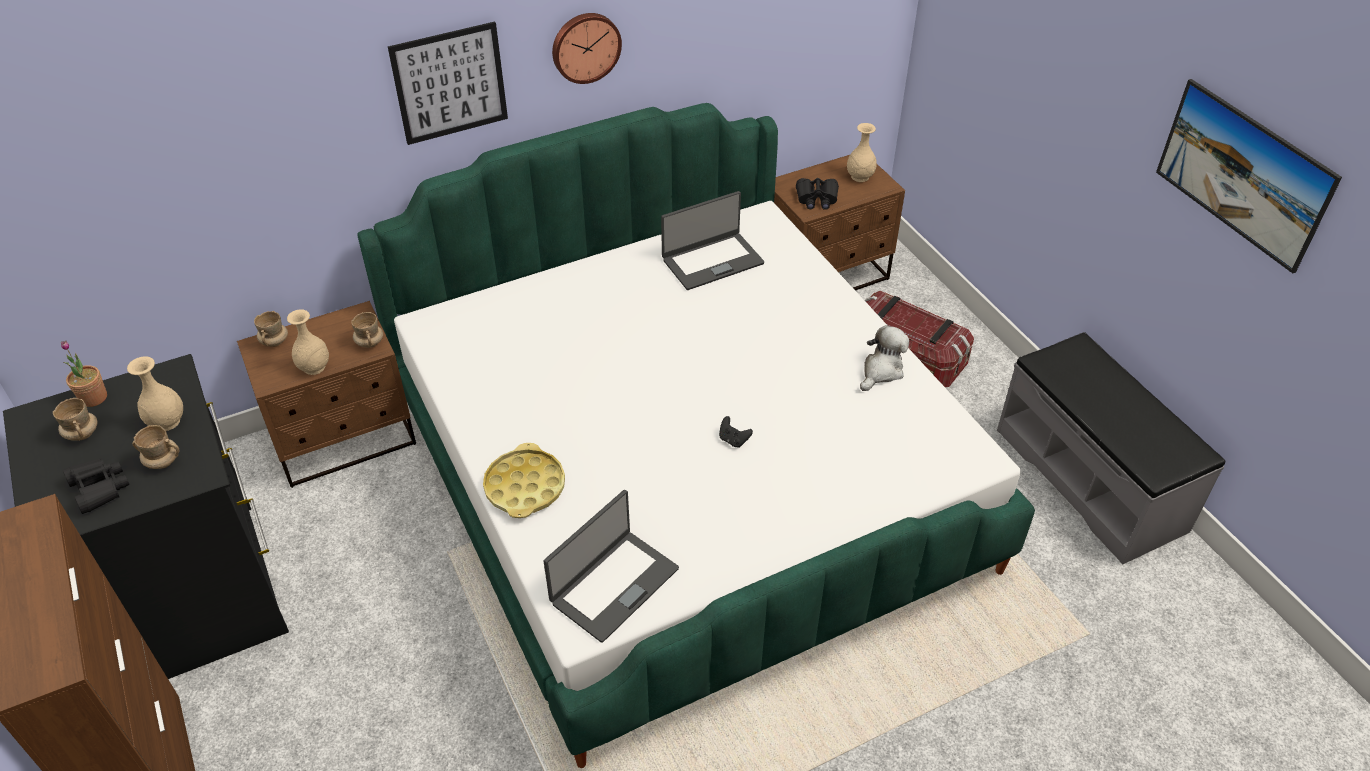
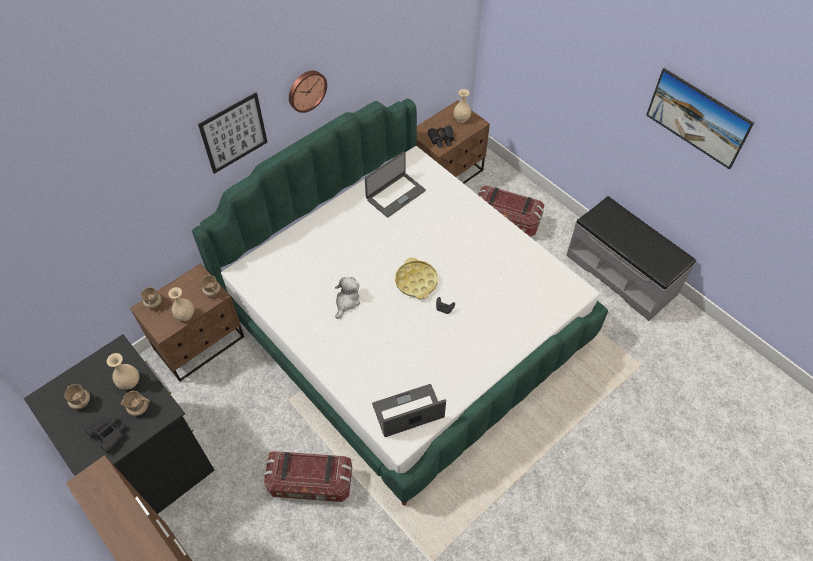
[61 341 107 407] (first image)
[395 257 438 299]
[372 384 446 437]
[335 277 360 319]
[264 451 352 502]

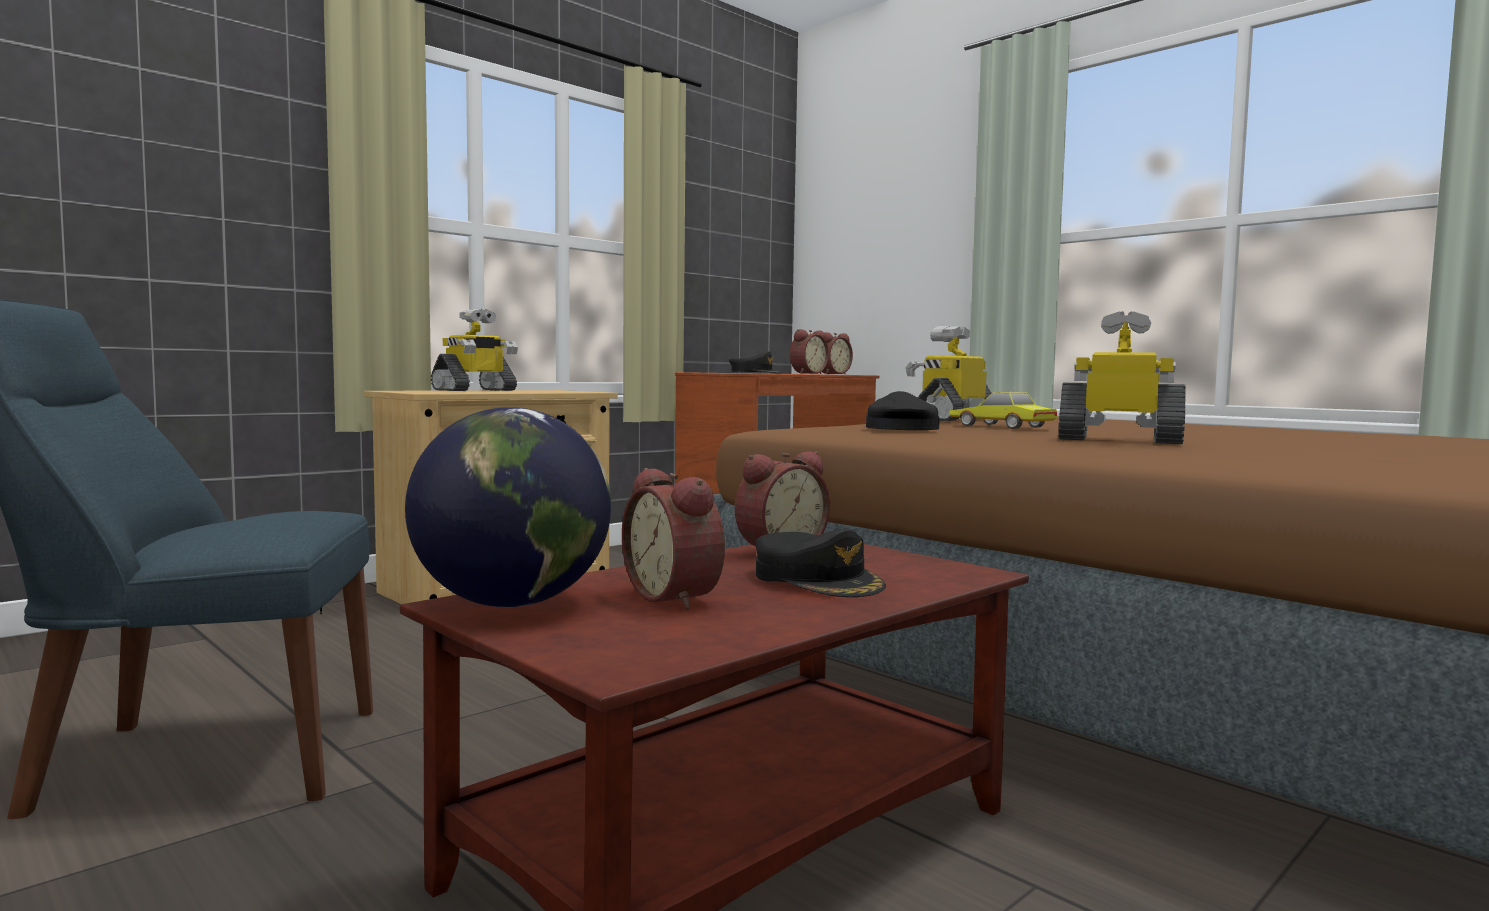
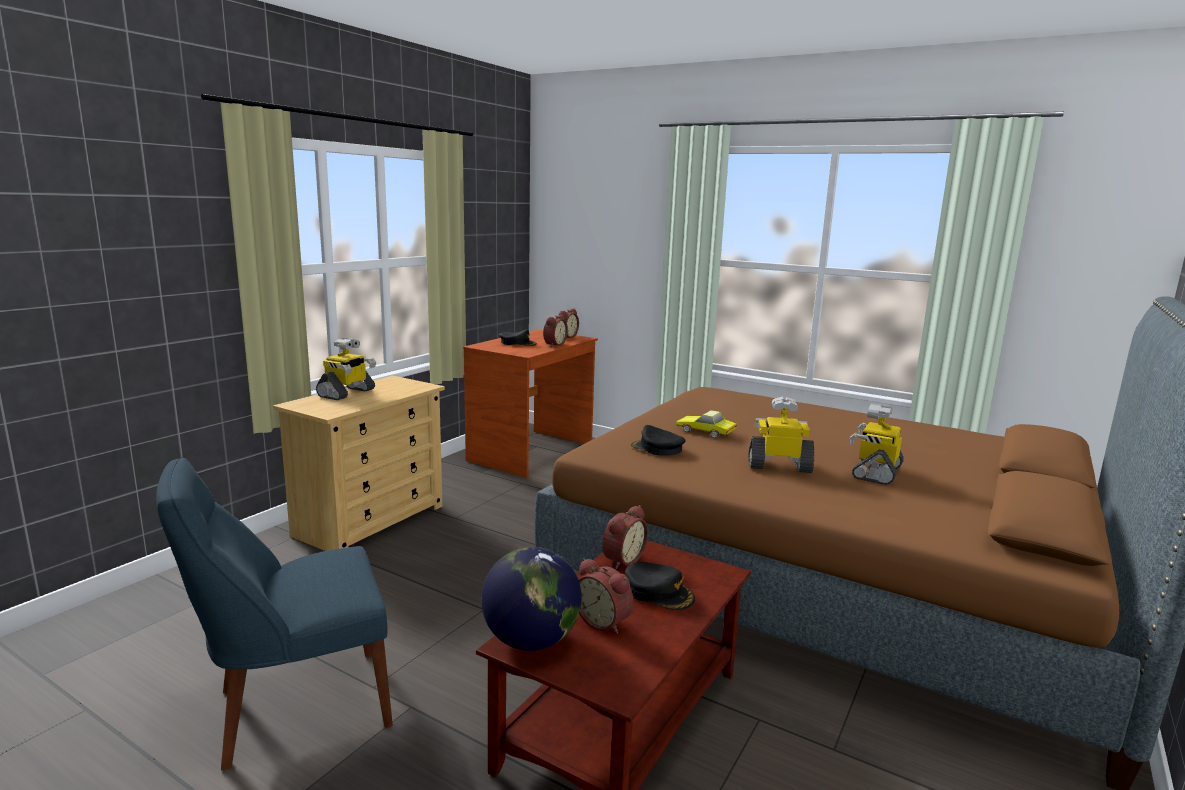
[631 425 686 456]
[849 404 904 485]

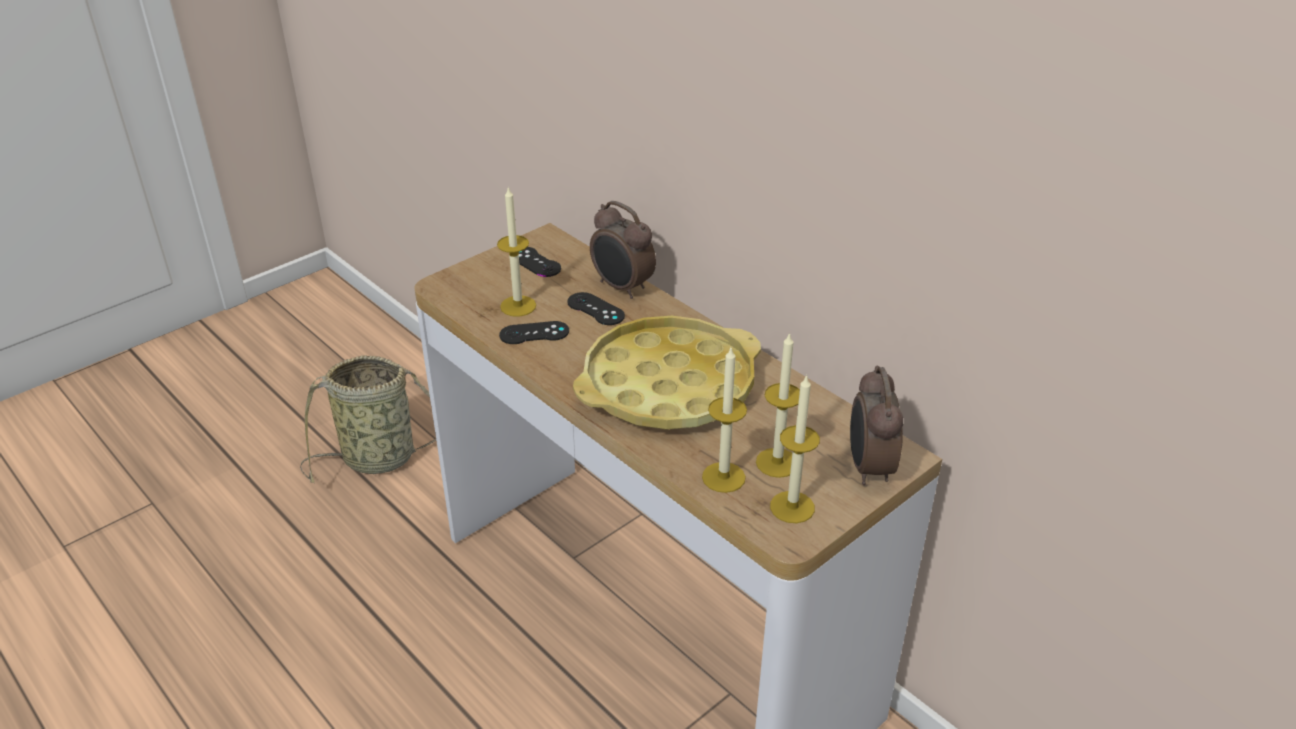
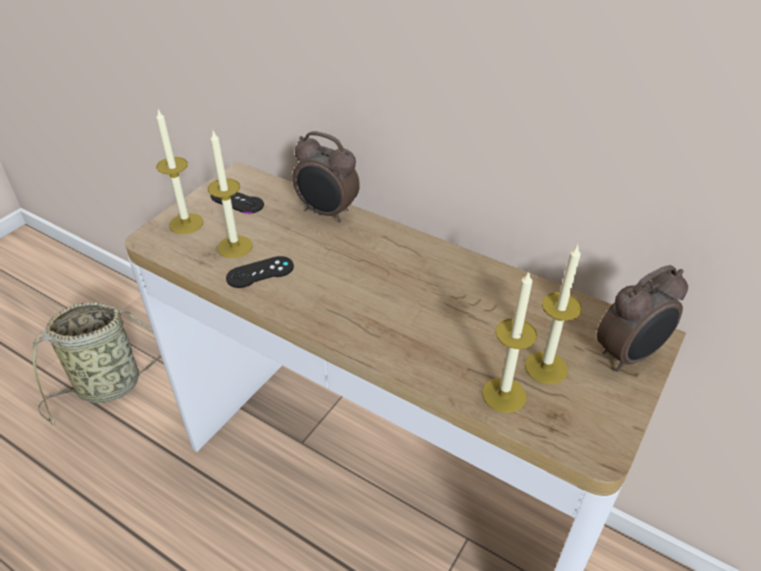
[567 292 625 325] (first image)
[573 316 761 430] (first image)
[156 109 203 234]
[597 265 688 372]

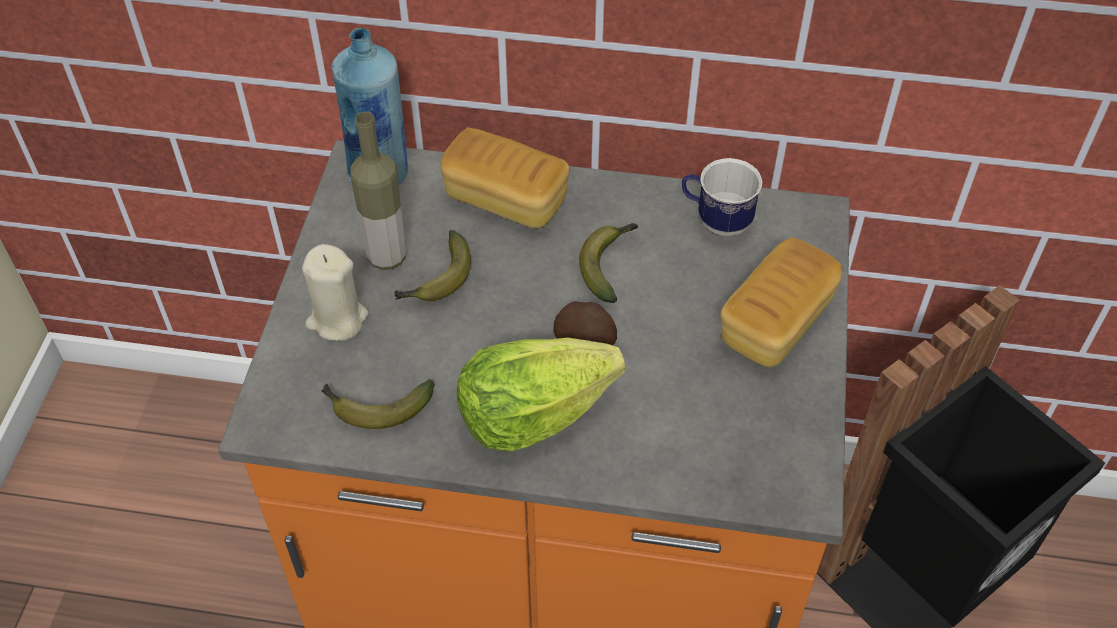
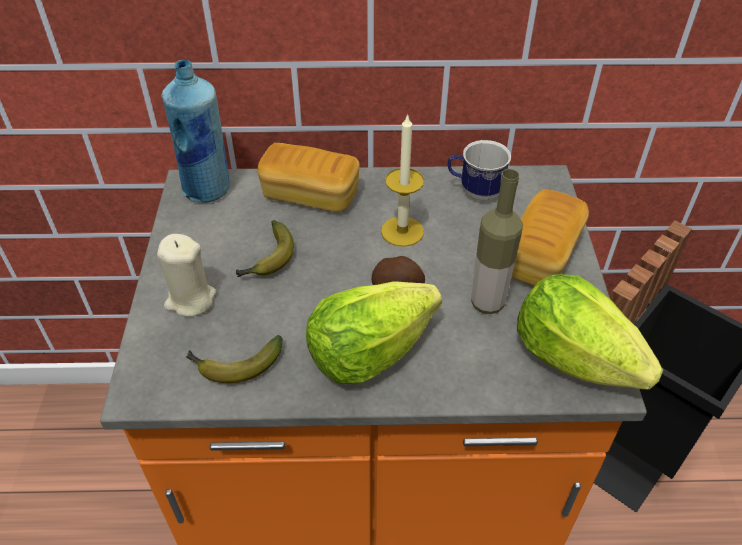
[471 169 523 314]
[381 114 424 247]
[517 274 663 390]

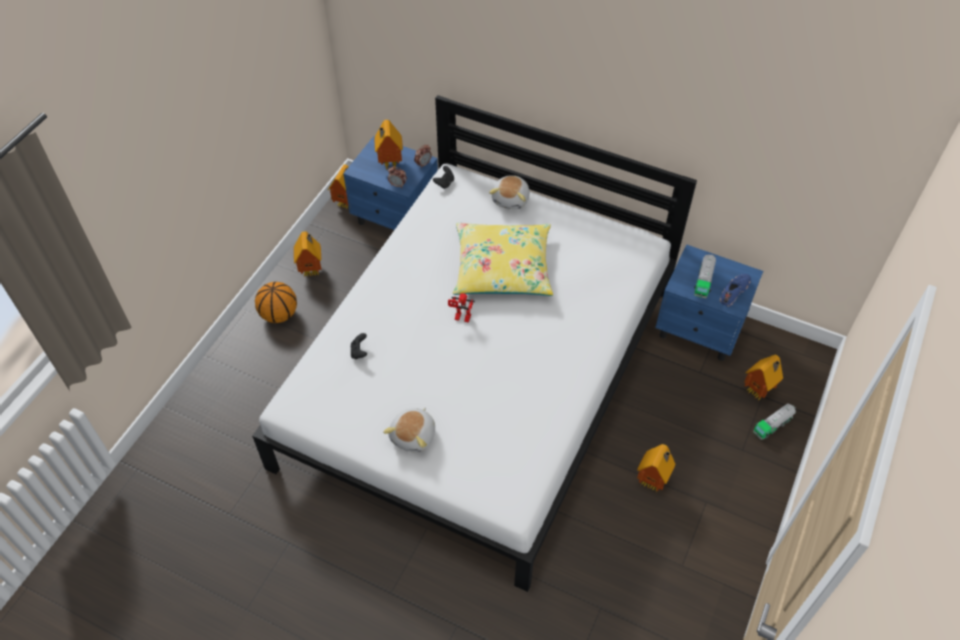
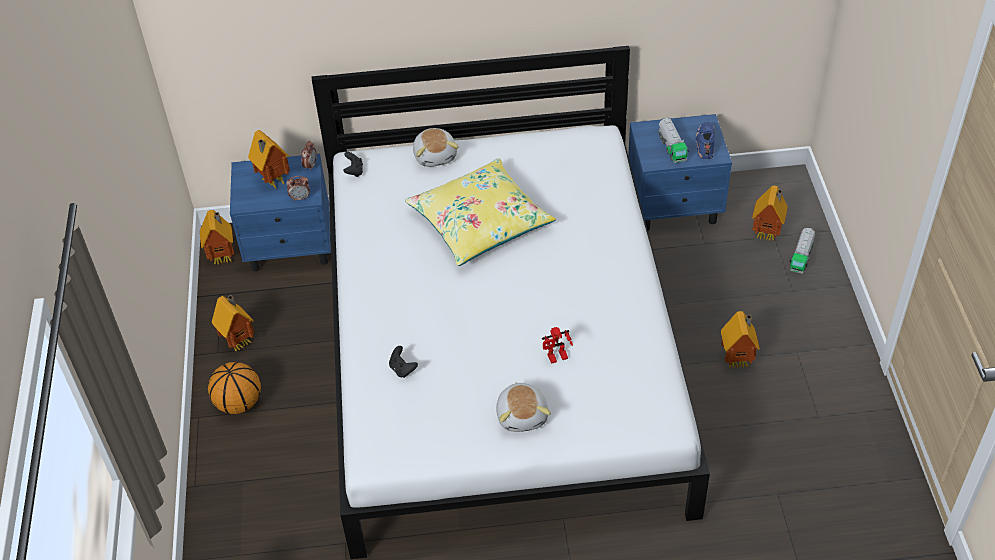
[542 327 573 364]

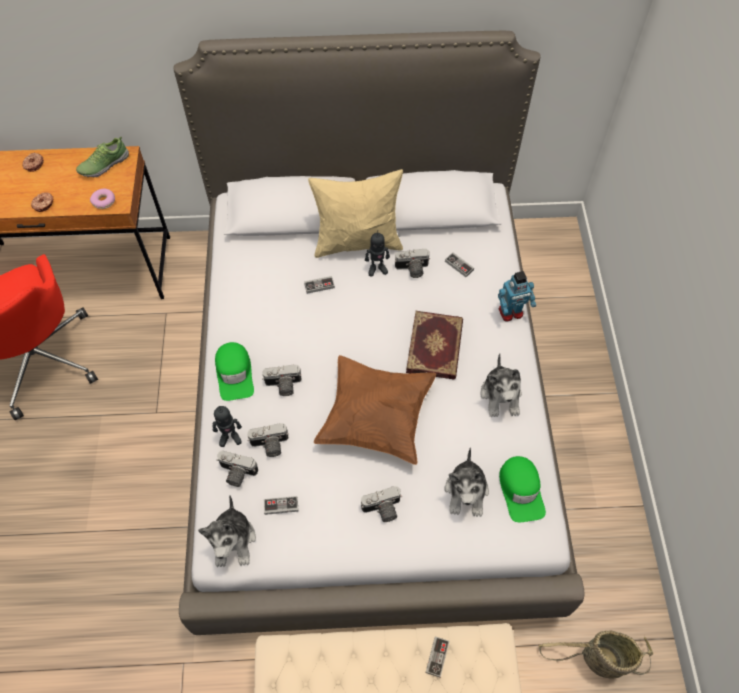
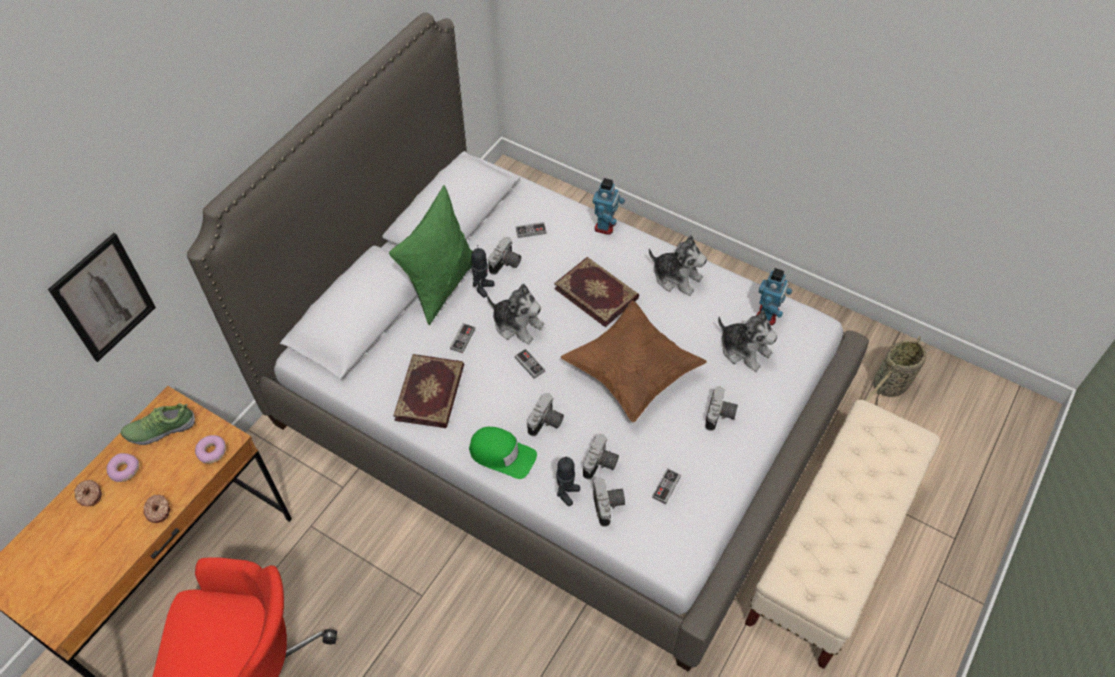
[121 403 195 445]
[487 284 544 345]
[593 478 625 527]
[389 185 472 325]
[515 349 545 379]
[756 268 792 326]
[48 233 156 362]
[107 453 139 482]
[393 354 464 428]

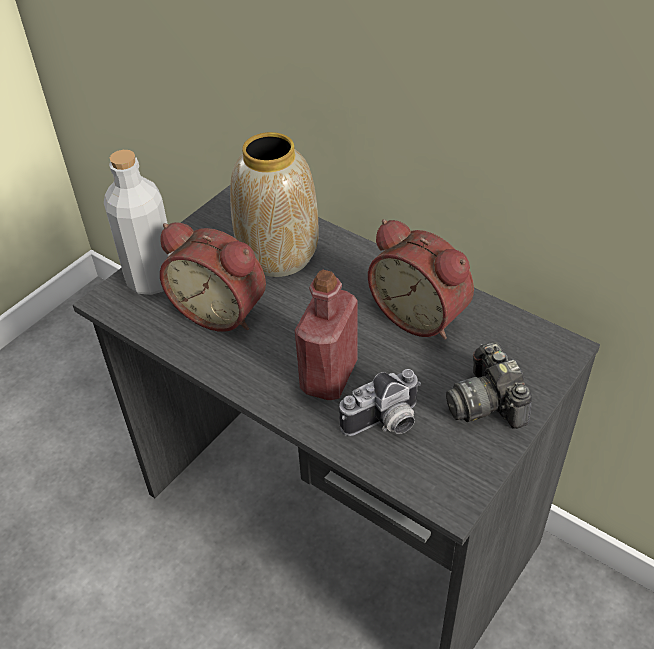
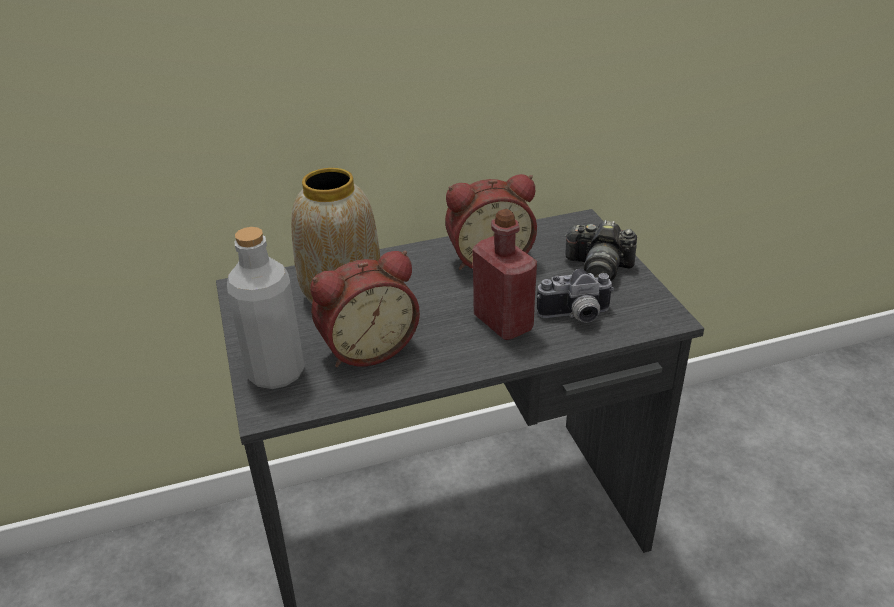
[537 269 614 323]

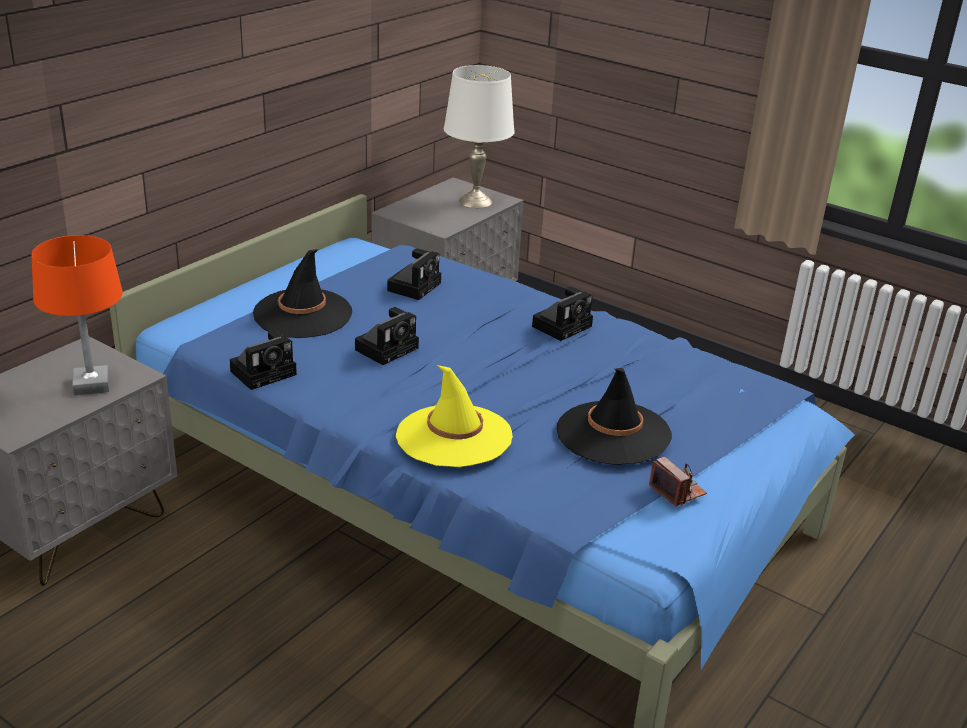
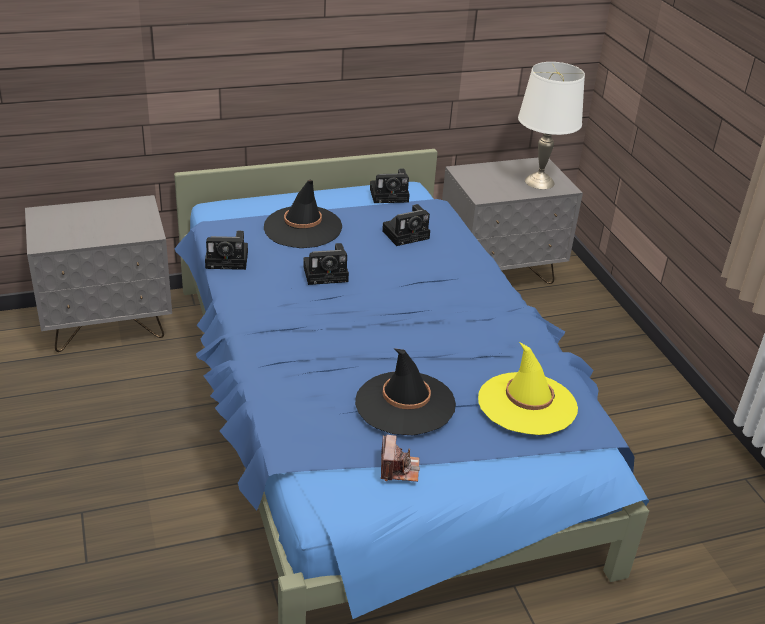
[31 235 123 395] (first image)
[478 342 578 435]
[370 169 410 203]

